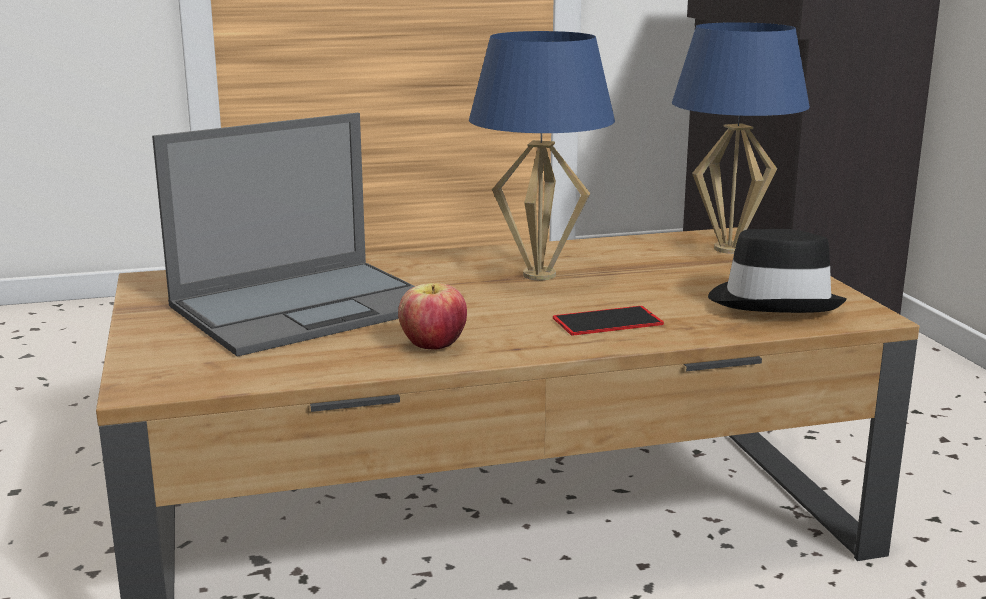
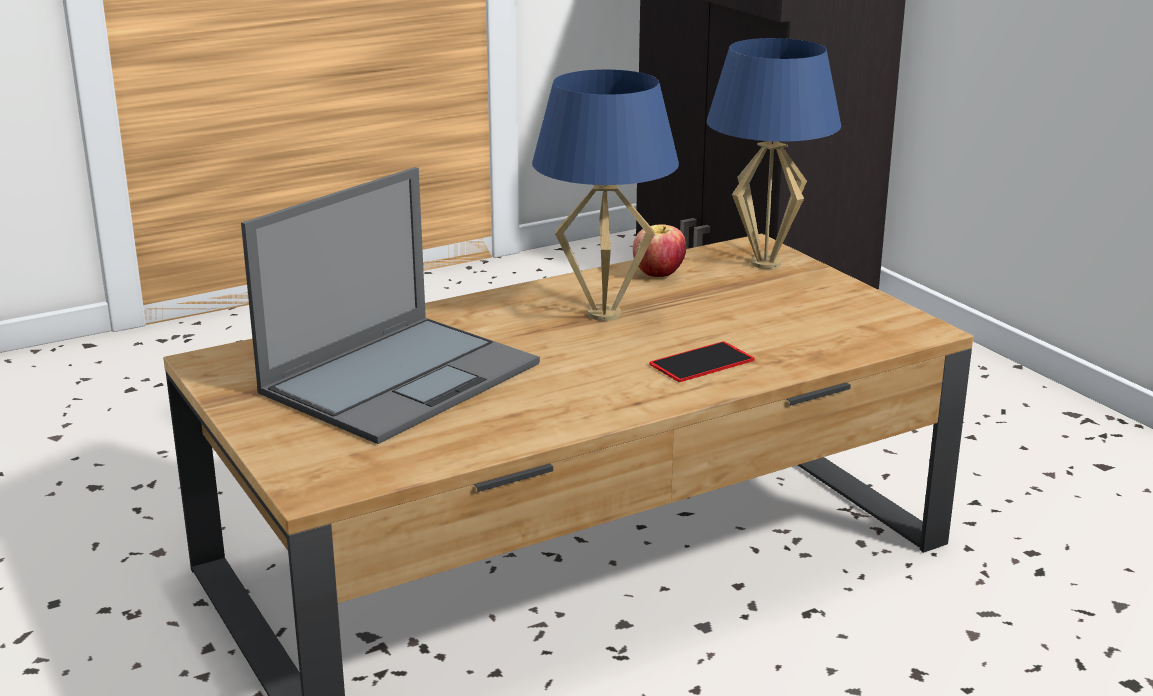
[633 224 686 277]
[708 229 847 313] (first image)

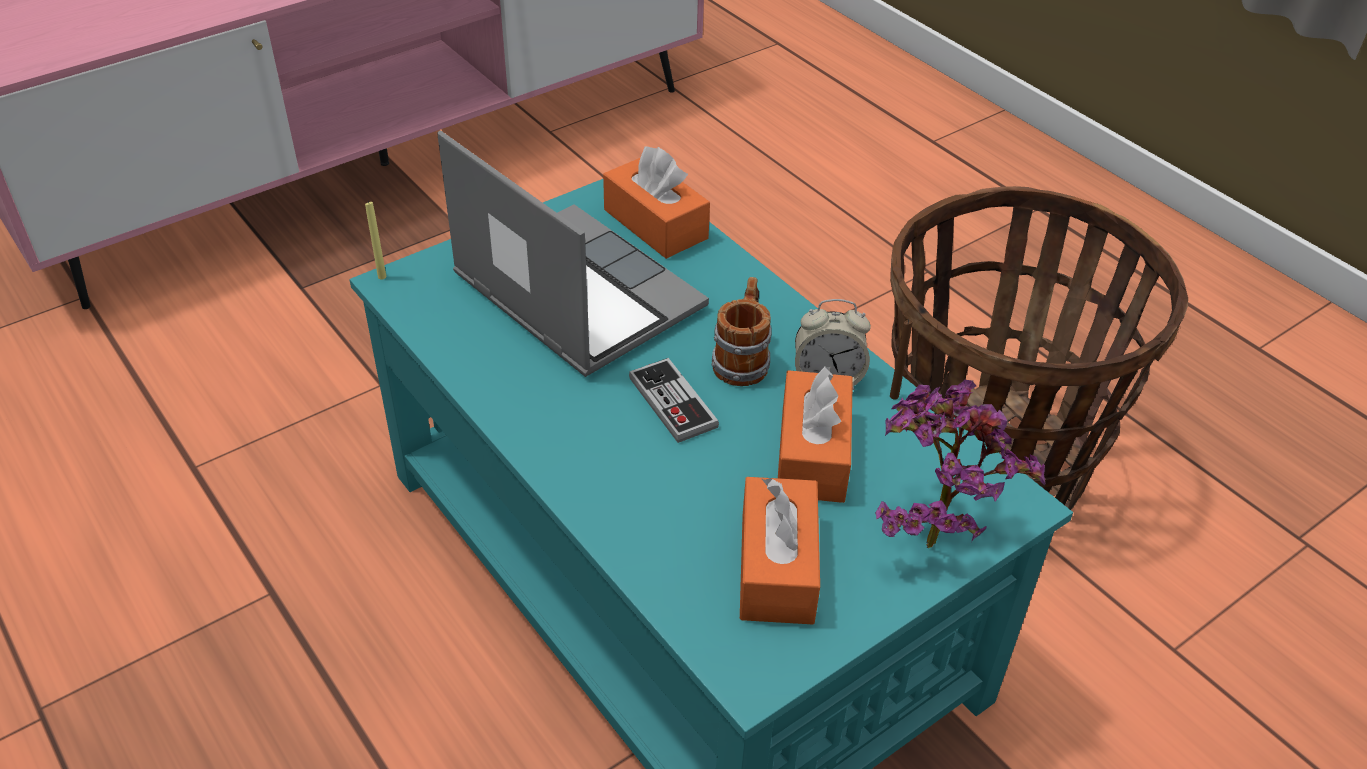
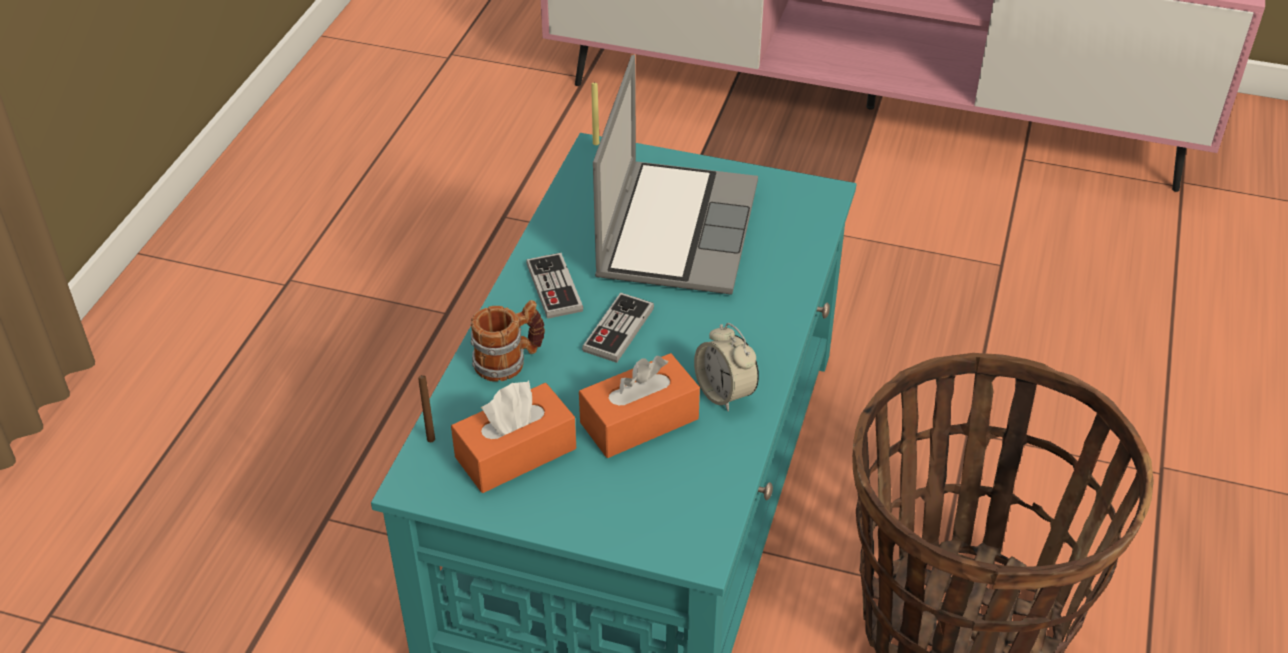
[603 146 710 259] (first image)
[471 300 545 382]
[875 380 1046 548] (first image)
[418 375 435 442]
[526 253 583 319]

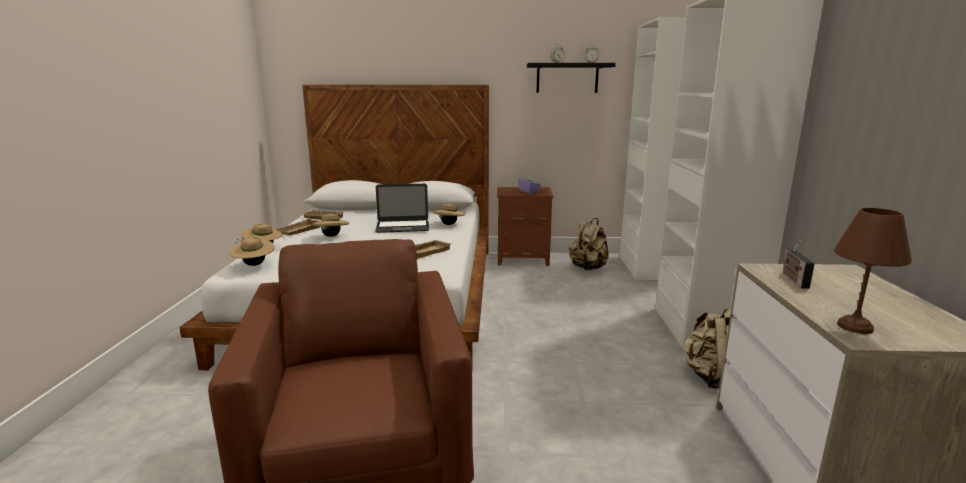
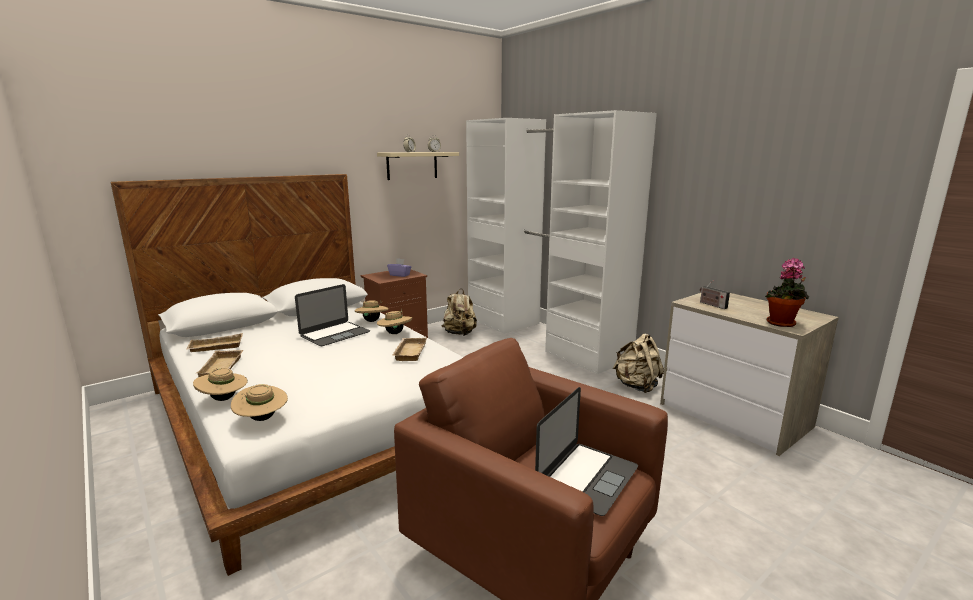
[377 309 412 334]
[377 152 459 180]
[765 258 809 327]
[535 387 638 516]

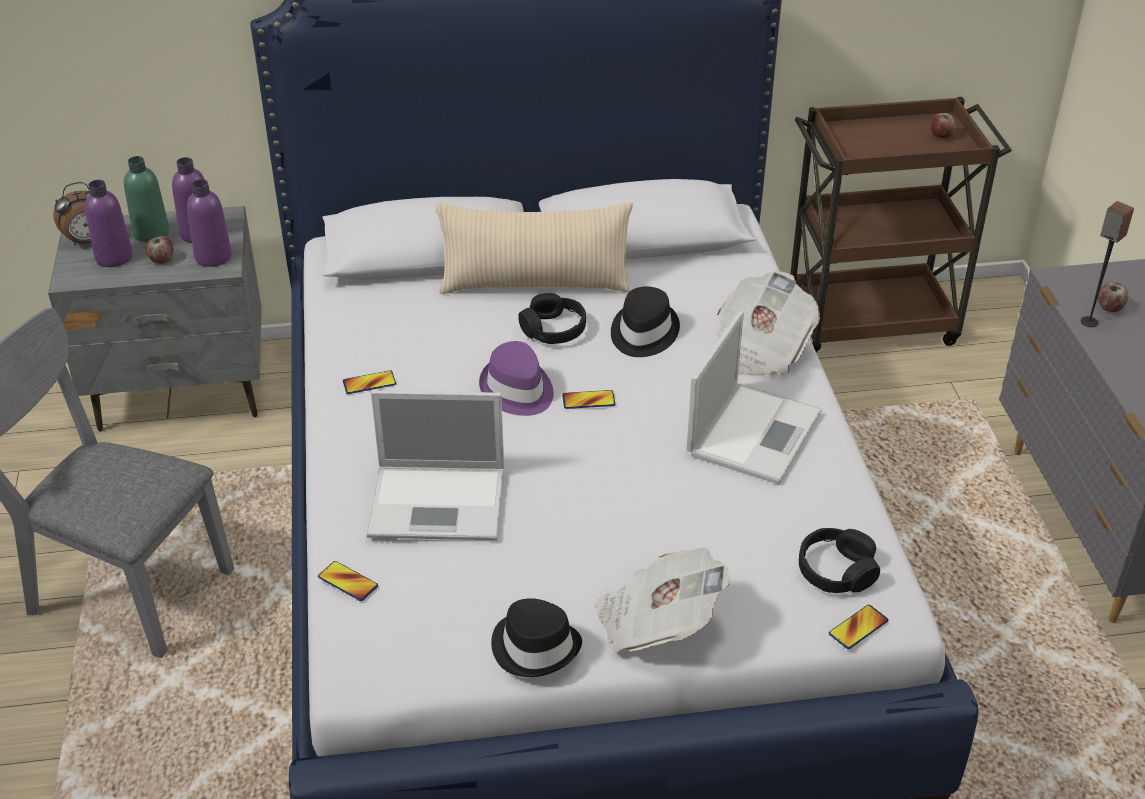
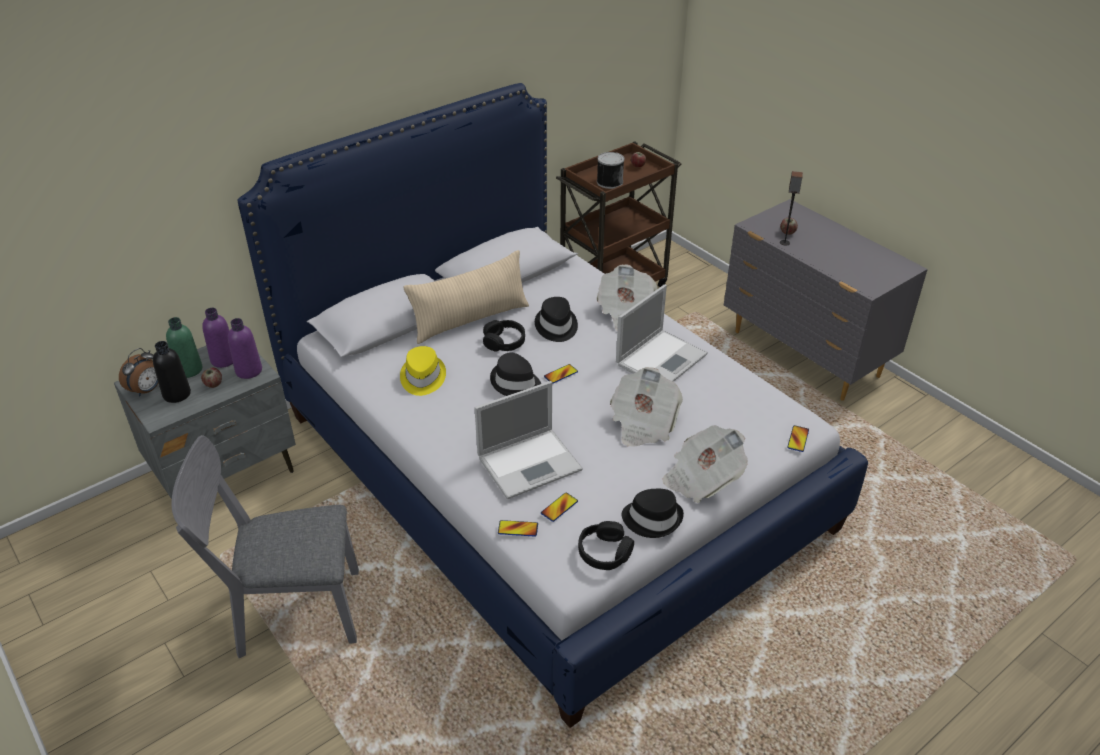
[153 341 191 403]
[541 493 578 522]
[490 353 541 396]
[616 285 708 382]
[578 521 634 570]
[400 346 446 396]
[597 152 624 189]
[610 367 683 447]

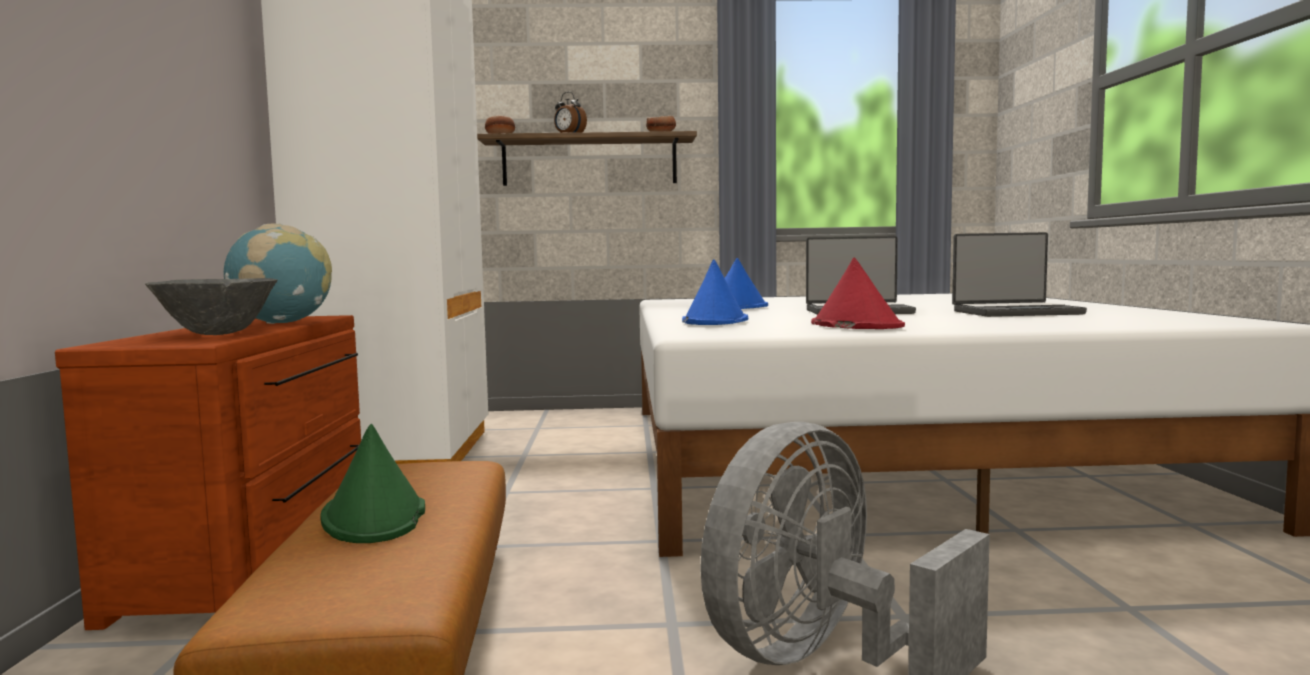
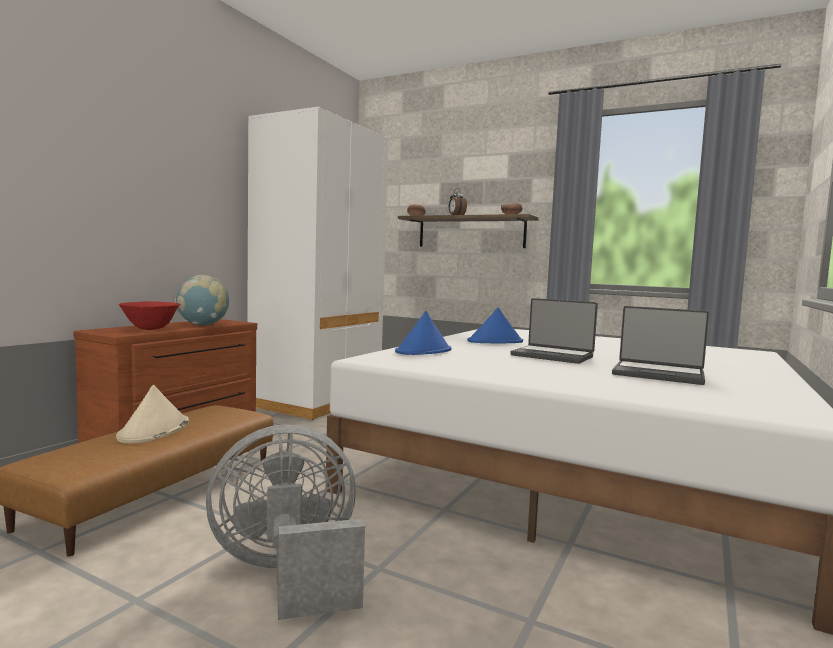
[119 301 180 330]
[116 385 189 444]
[811 258 905 329] (first image)

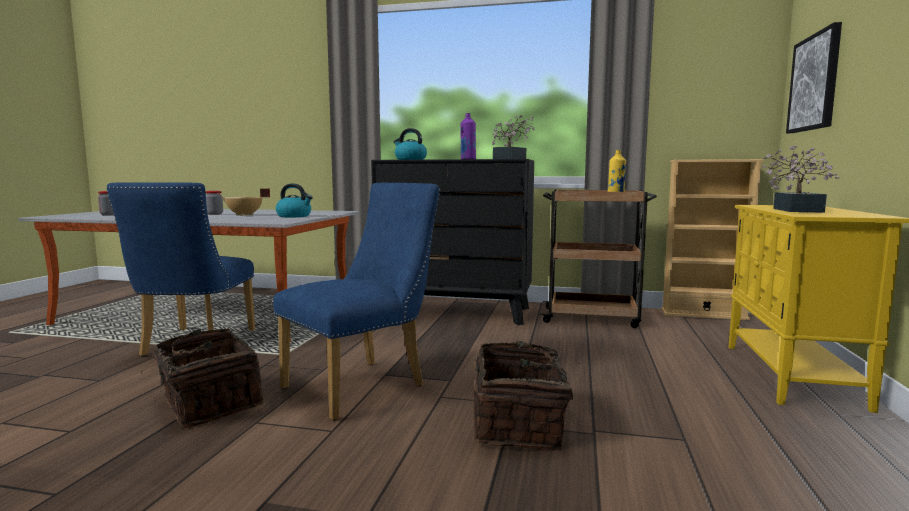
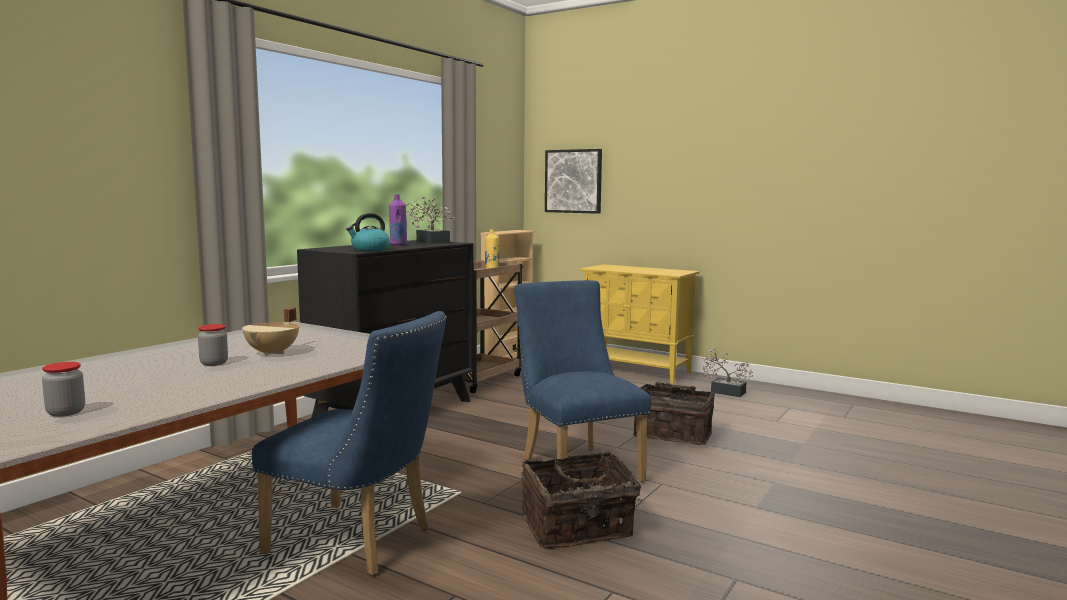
[276 183 313 217] (first image)
[702 348 753 397]

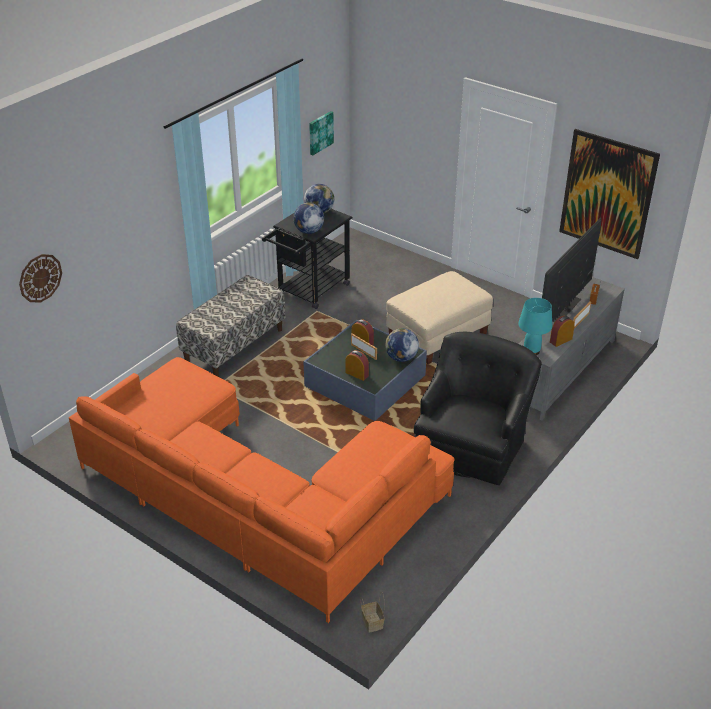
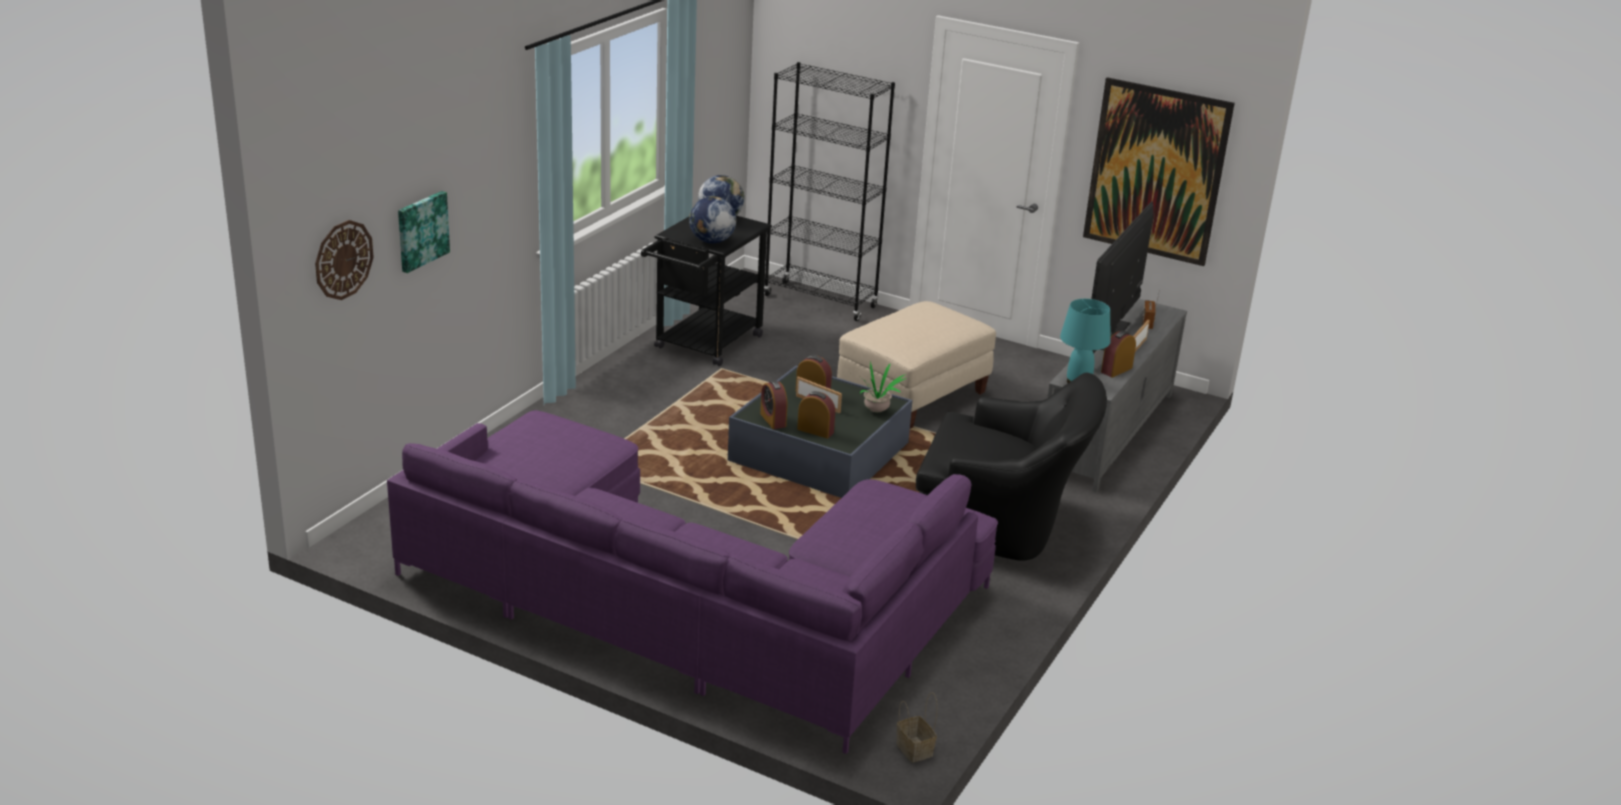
[387 410 998 754]
[176 275 285 377] (first image)
[398 191 450 273]
[858 361 906 412]
[916 373 1107 561]
[760 380 787 429]
[764 62 895 321]

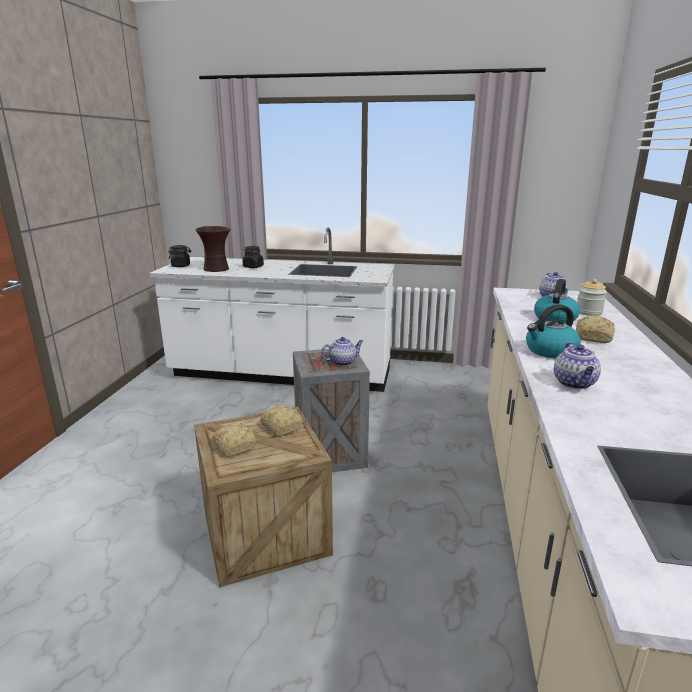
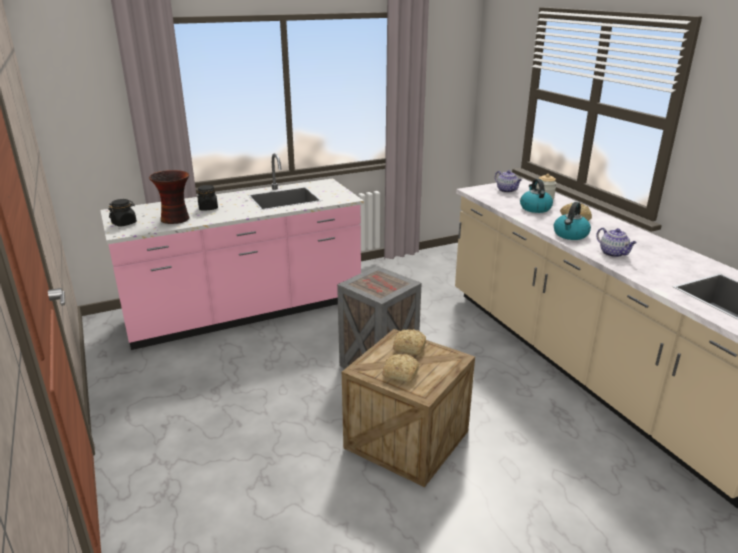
[100 153 364 350]
[321 337 363 366] (first image)

